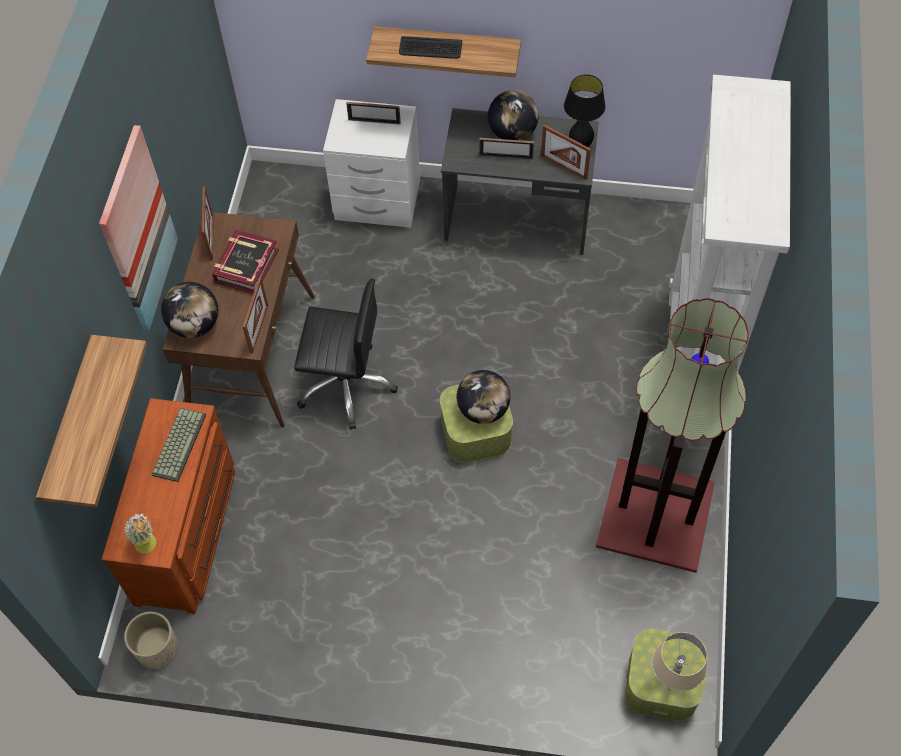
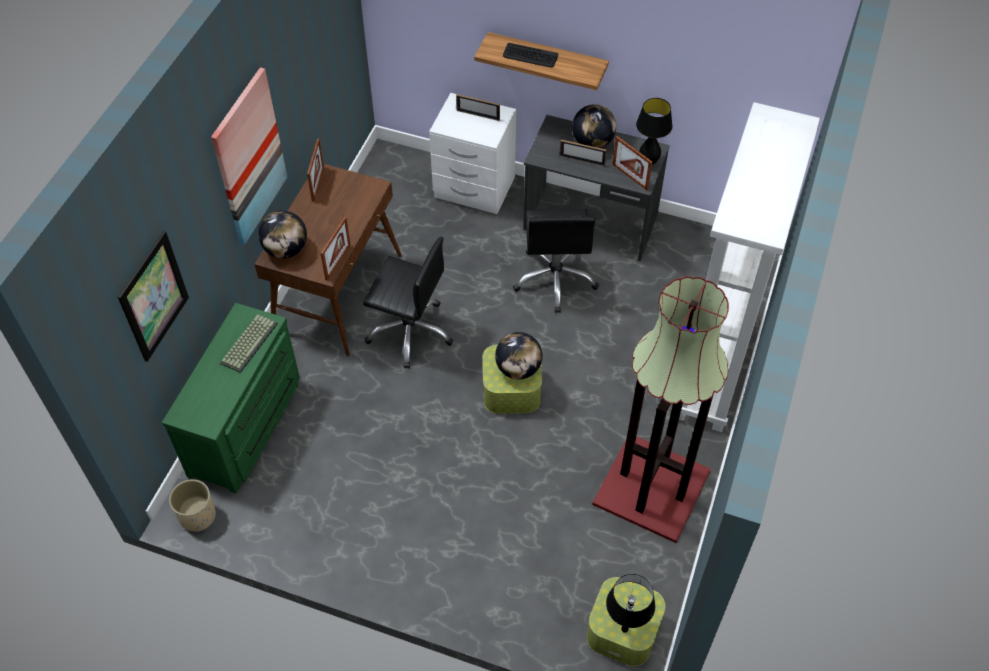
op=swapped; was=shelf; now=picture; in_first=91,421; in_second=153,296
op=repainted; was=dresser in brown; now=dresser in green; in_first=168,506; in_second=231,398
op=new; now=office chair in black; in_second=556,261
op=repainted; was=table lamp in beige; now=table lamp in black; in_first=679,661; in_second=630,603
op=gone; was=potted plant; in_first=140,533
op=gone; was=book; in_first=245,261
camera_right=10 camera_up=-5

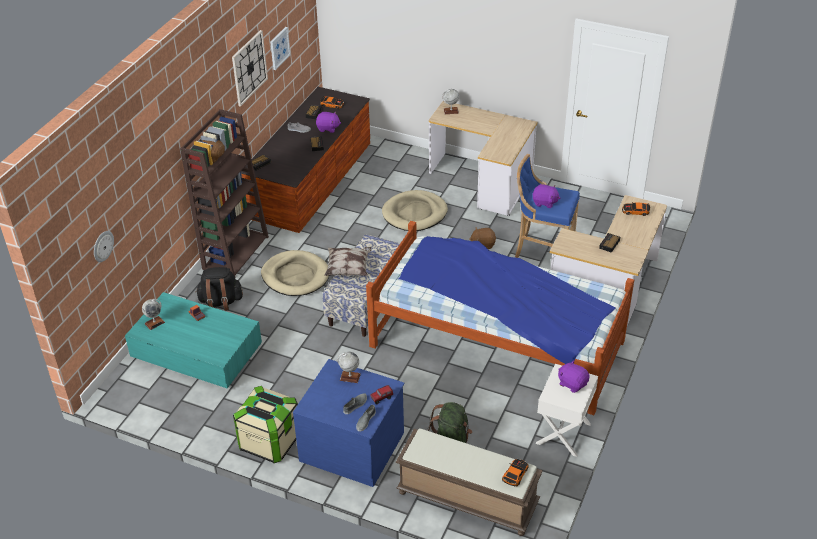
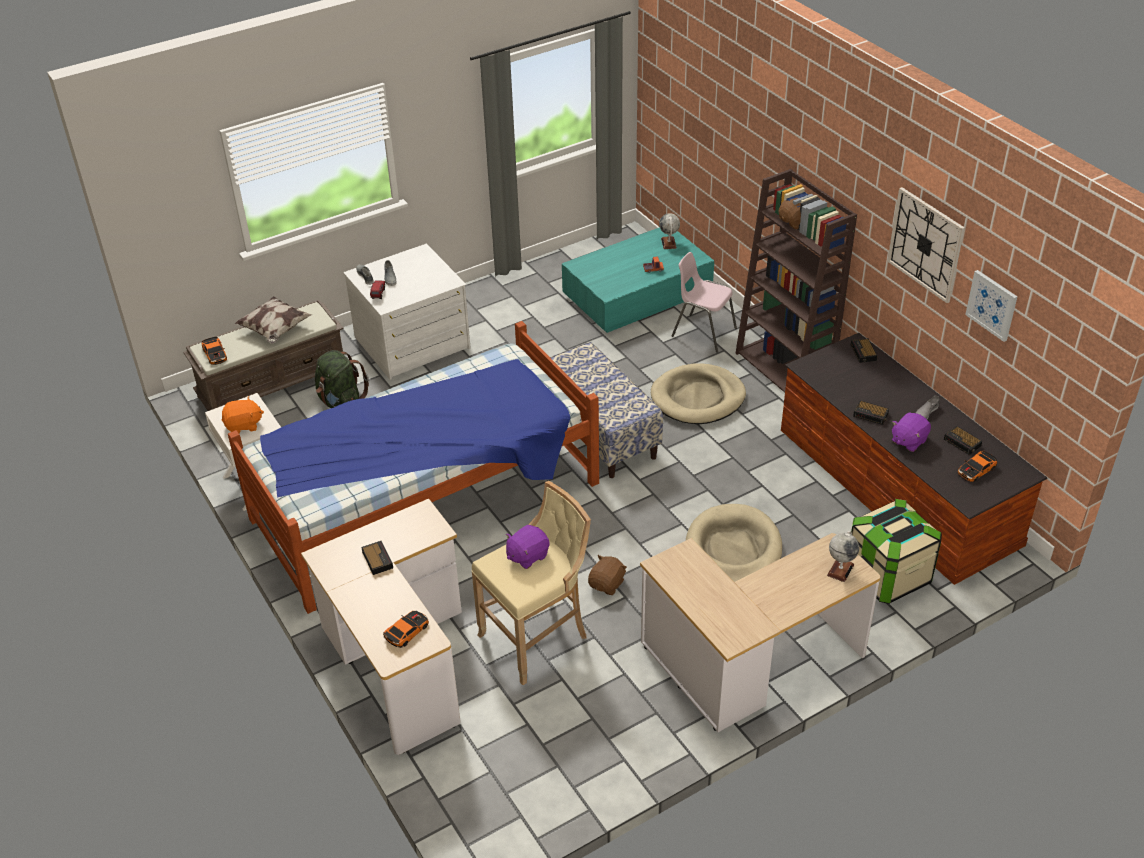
op=repainted; was=plush toy in purple; now=plush toy in orange; in_first=574,376; in_second=243,415
op=shifted; was=pillow; in_first=348,261; in_second=273,320
op=repainted; was=dresser in blue; now=dresser in white; in_first=349,423; in_second=407,312
op=repainted; was=stool in blue; now=stool in beige; in_first=547,206; in_second=531,583
op=swapped; was=backpack in black; now=chair in pink; in_first=219,289; in_second=704,302
op=shifted; was=storage box; in_first=265,424; in_second=896,551
op=gone; was=wall clock; in_first=104,246
op=gone; was=globe; in_first=349,367
camera_right=125 camera_up=0

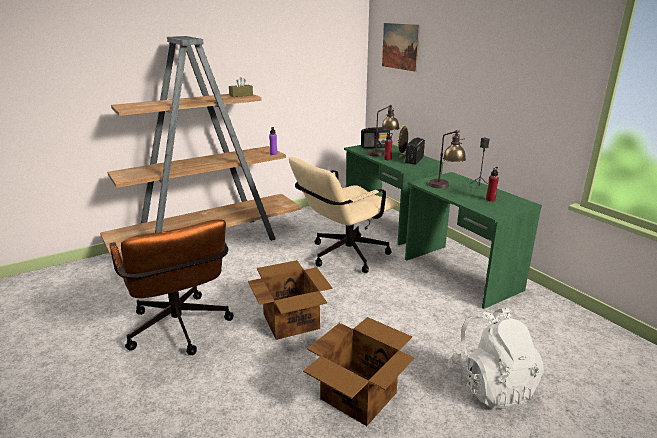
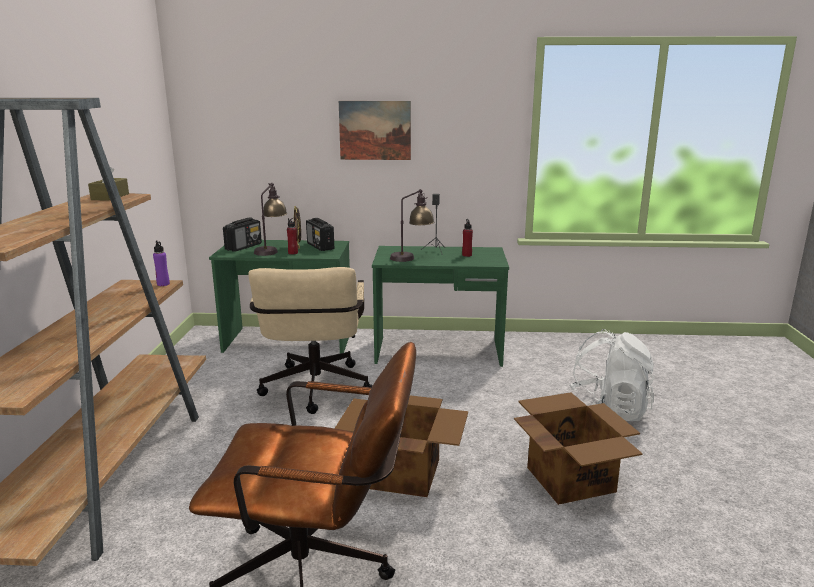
op=shifted; was=picture; in_first=401,47; in_second=375,130
camera_right=-55 camera_up=-5

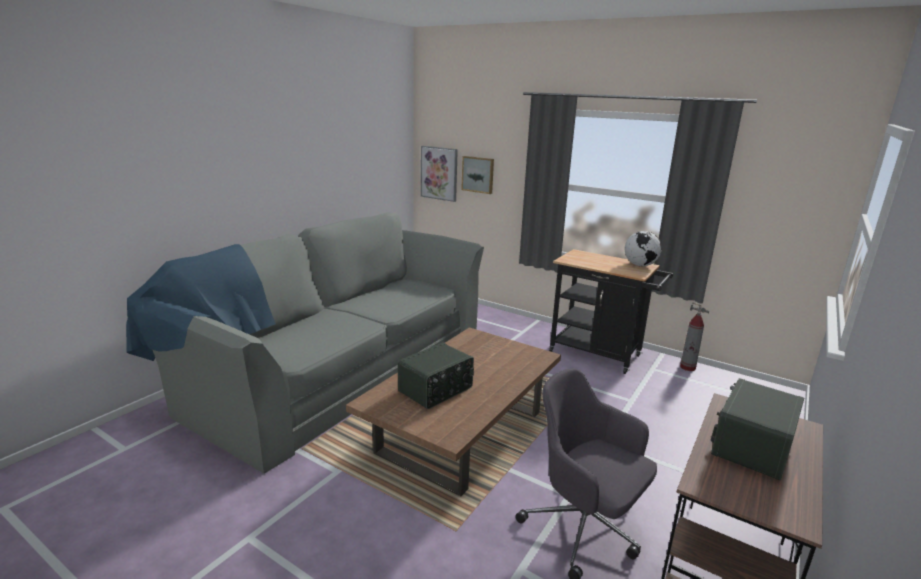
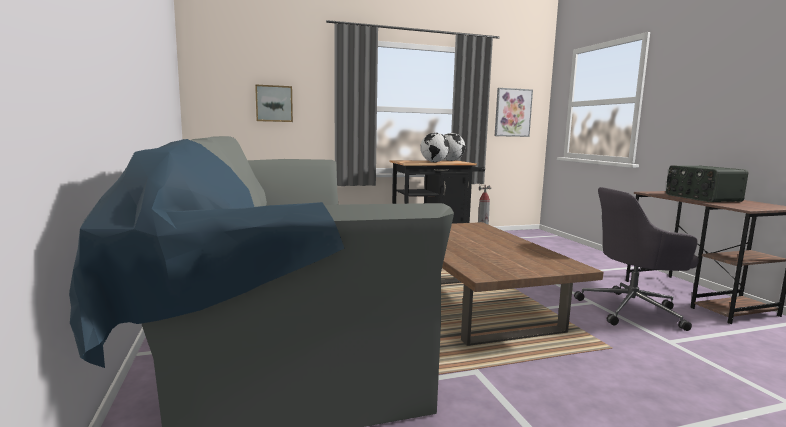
op=new; now=globe; in_second=435,147
op=shifted; was=picture; in_first=439,174; in_second=514,112
op=gone; was=radio; in_first=436,376
camera_right=-50 camera_up=-10

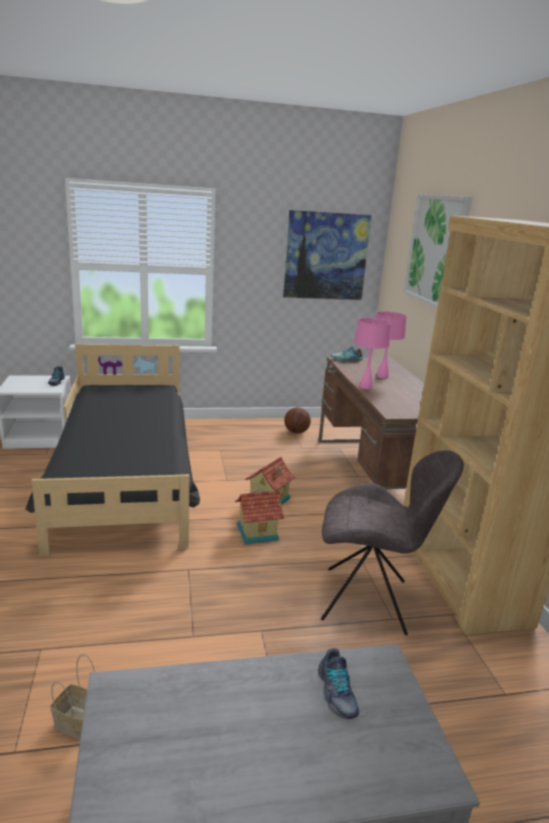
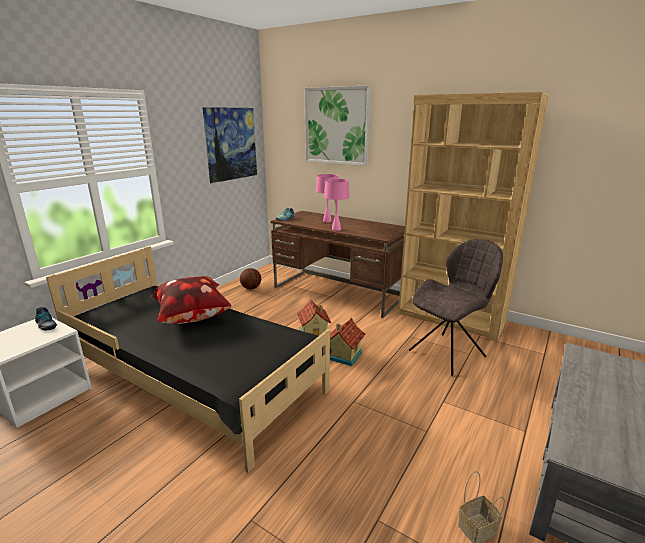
op=new; now=pillow; in_second=191,300
op=gone; was=shoe; in_first=338,683
camera_right=-45 camera_up=0

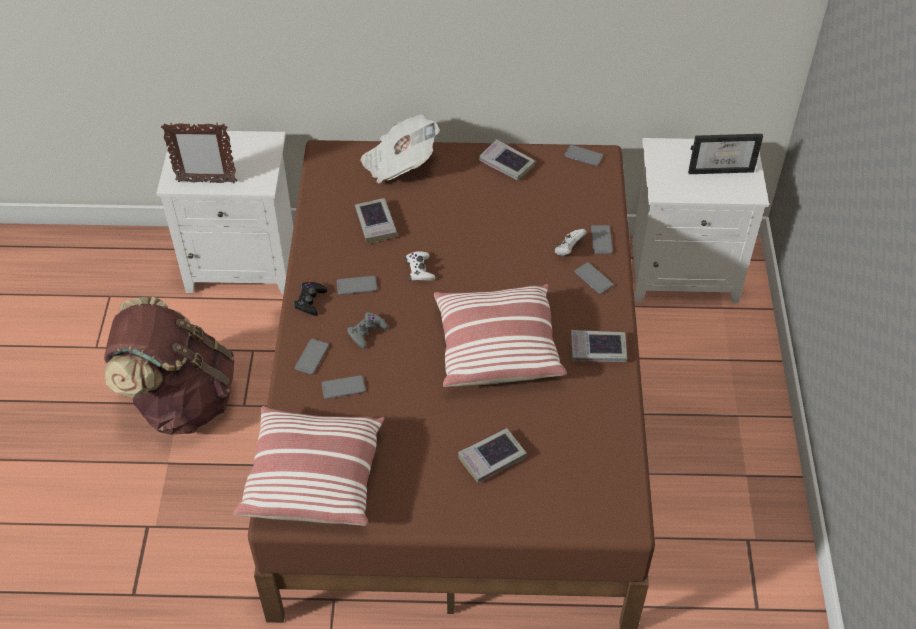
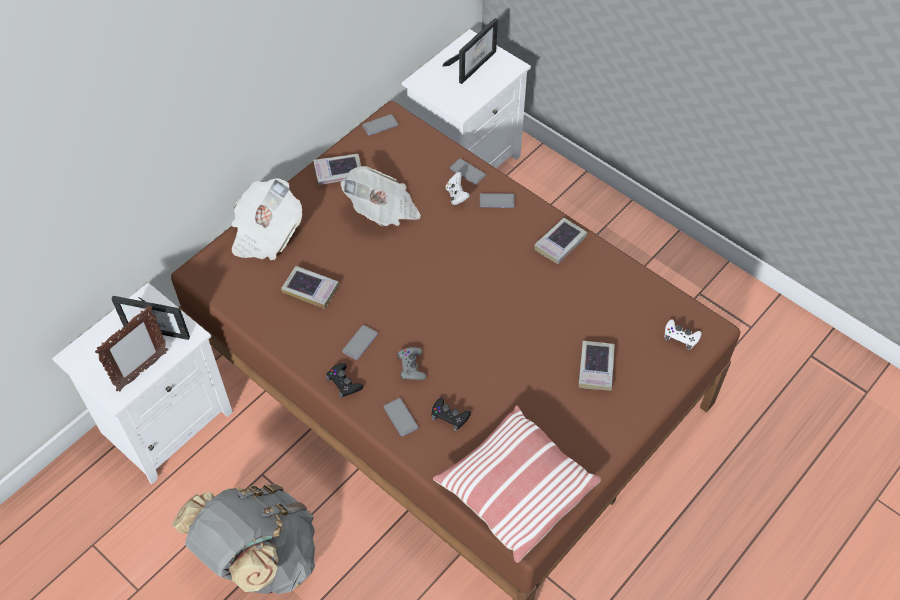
op=new; now=picture frame; in_second=150,318
op=repainted; was=backpack in brown; now=backpack in grey; in_first=169,366; in_second=243,539
op=new; now=newspaper; in_second=381,196
op=swapped; was=phone; now=game controller in black; in_first=343,387; in_second=451,414
op=shifted; was=game controller in white; in_first=420,266; in_second=683,334
op=gone; was=pillow; in_first=500,335
camera_right=-50 camera_up=5

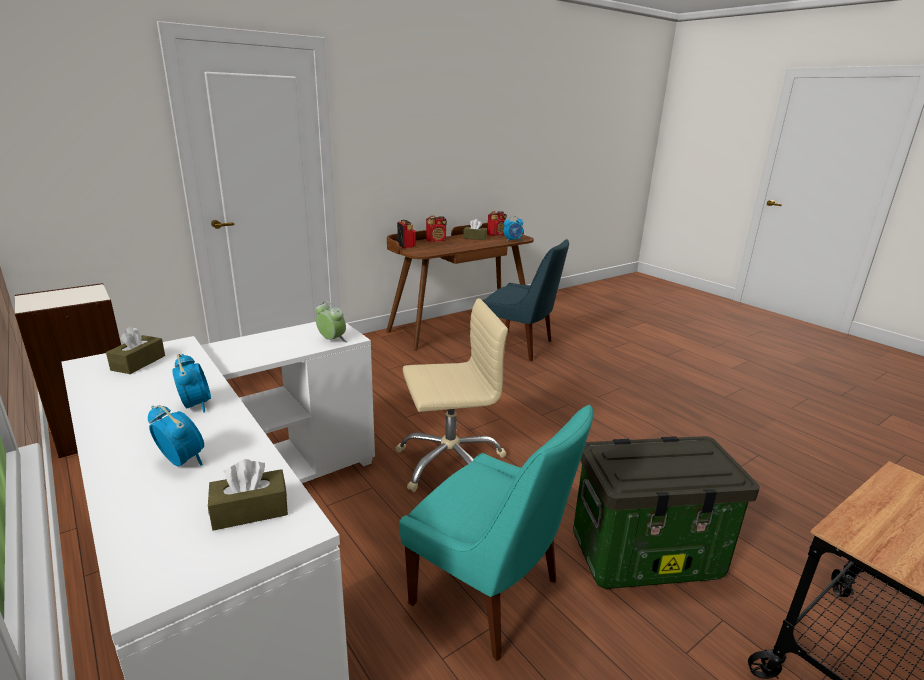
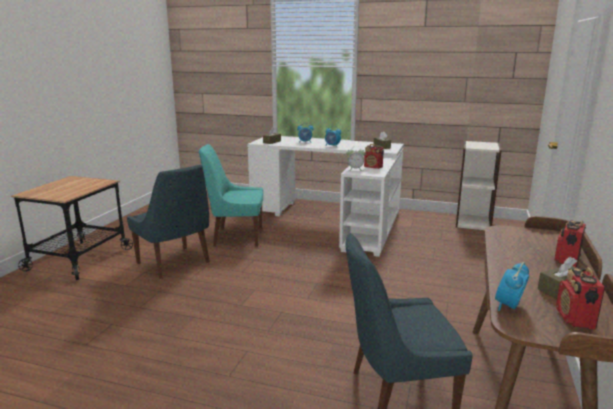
op=swapped; was=storage box; now=chair in blue; in_first=666,512; in_second=168,221
op=shifted; was=radio; in_first=406,234; in_second=374,156
op=gone; was=office chair in beige; in_first=452,395
camera_right=145 camera_up=-5

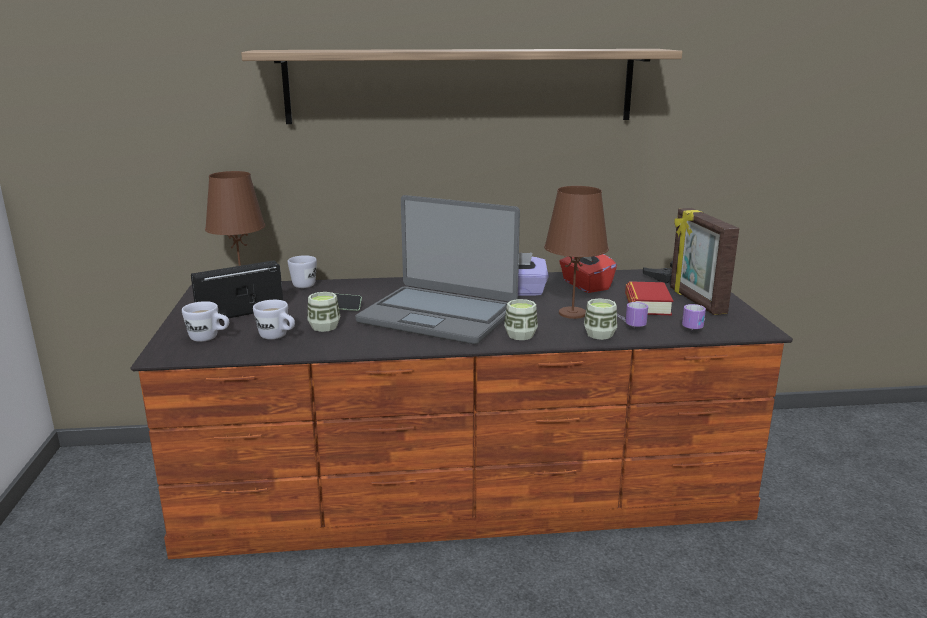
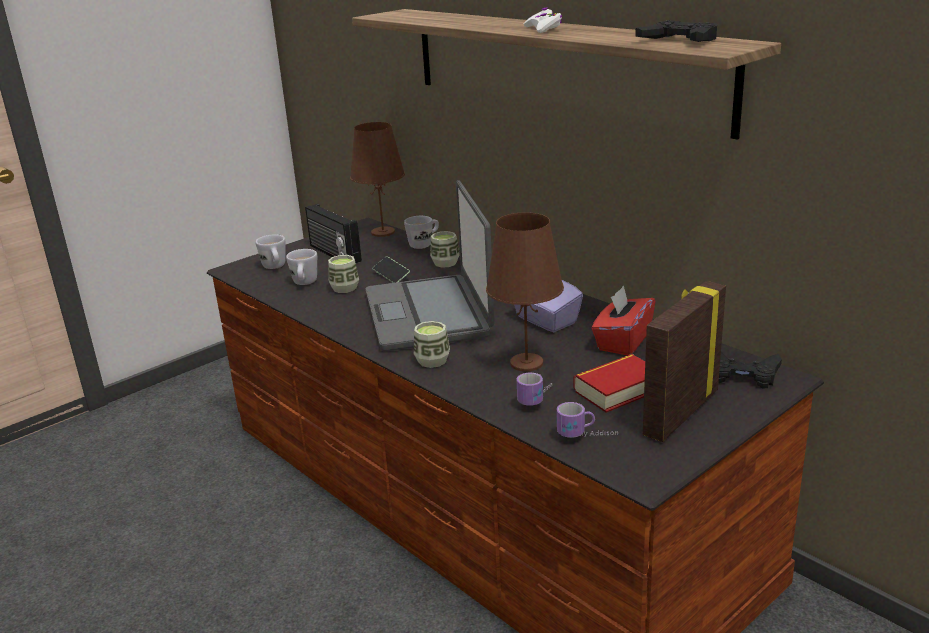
op=rotated; was=radio; in_first=237,290; in_second=333,233; clockwise=-150
op=shifted; was=cup; in_first=600,319; in_second=445,249
op=new; now=game controller in white; in_second=543,20
op=new; now=game controller in black; in_second=676,31
camera_right=55 camera_up=5

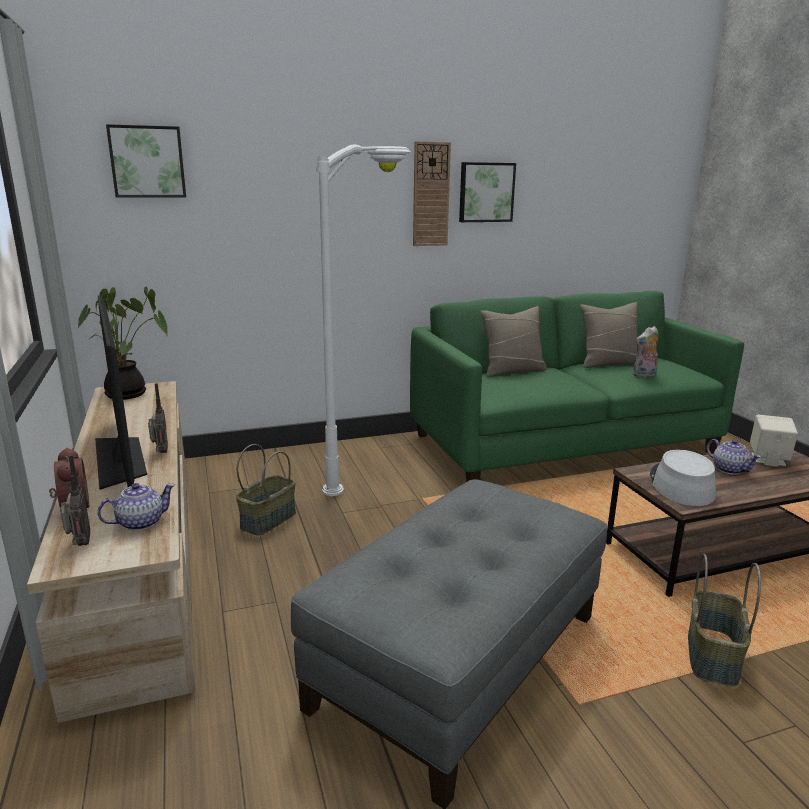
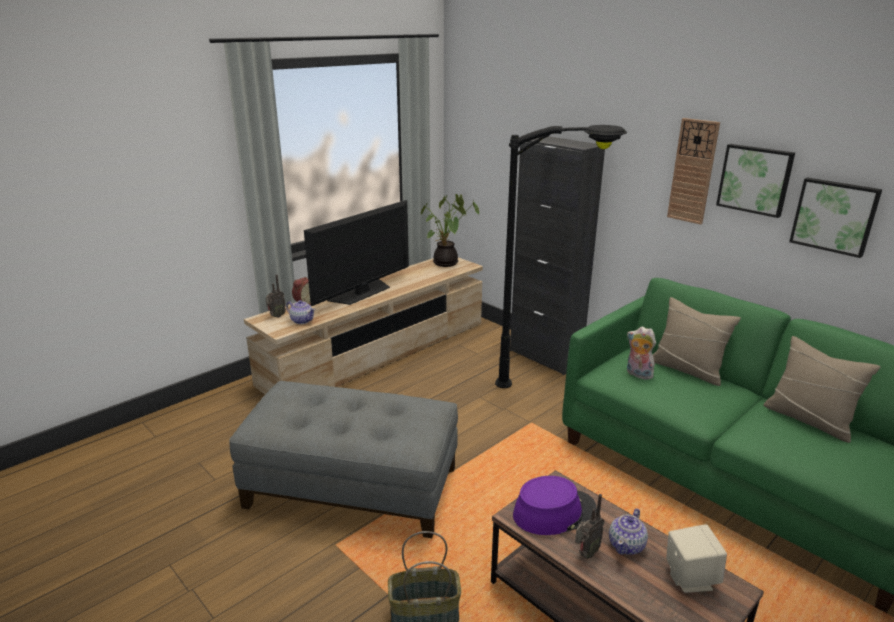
op=repainted; was=floor lamp in white; now=floor lamp in black; in_first=363,320; in_second=561,256
op=new; now=cabinet in black; in_second=557,255
op=repainted; was=hat in grey; now=hat in purple; in_first=683,478; in_second=555,505
op=shifted; was=radio; in_first=158,418; in_second=589,526
op=shifted; was=plush toy; in_first=646,351; in_second=642,352
op=shifted; was=picture; in_first=146,161; in_second=835,218
op=gone; was=basket; in_first=266,489
camera_right=65 camera_up=5

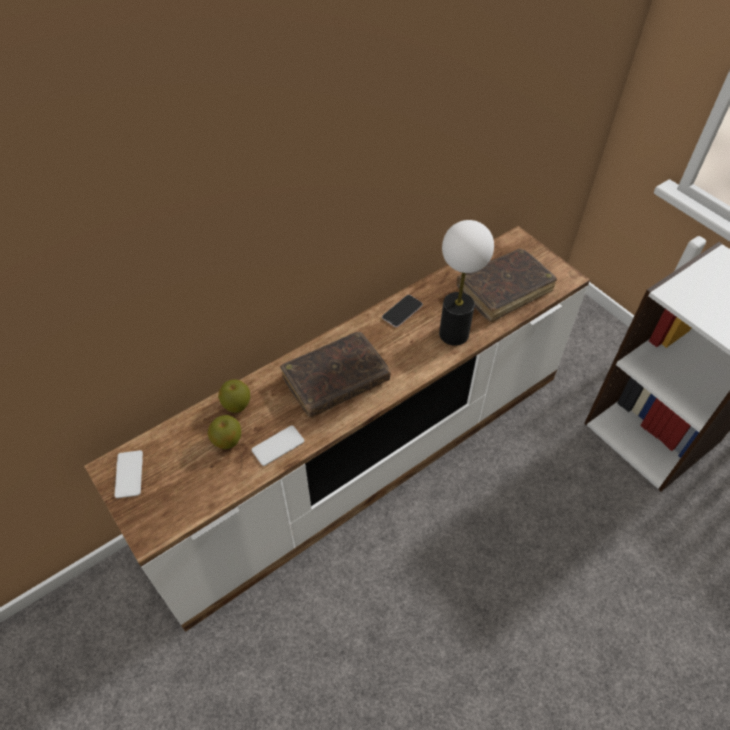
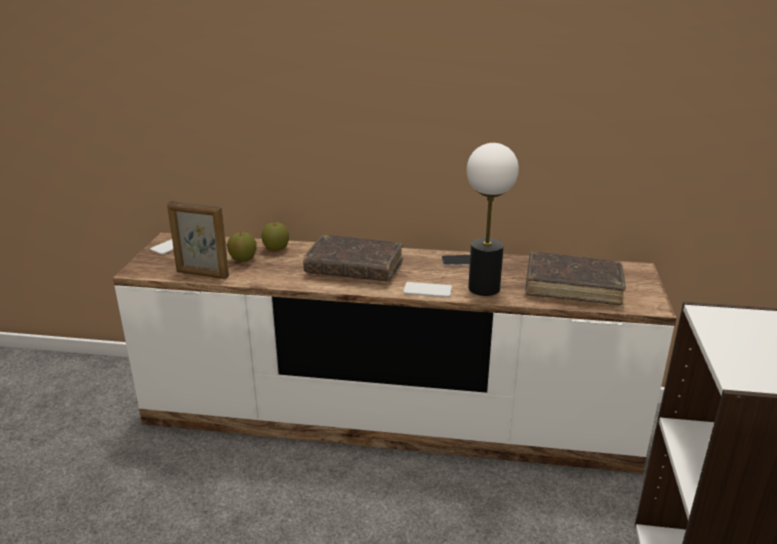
op=new; now=picture frame; in_second=198,240
op=shifted; was=phone; in_first=278,446; in_second=427,289
camera_right=45 camera_up=-25

